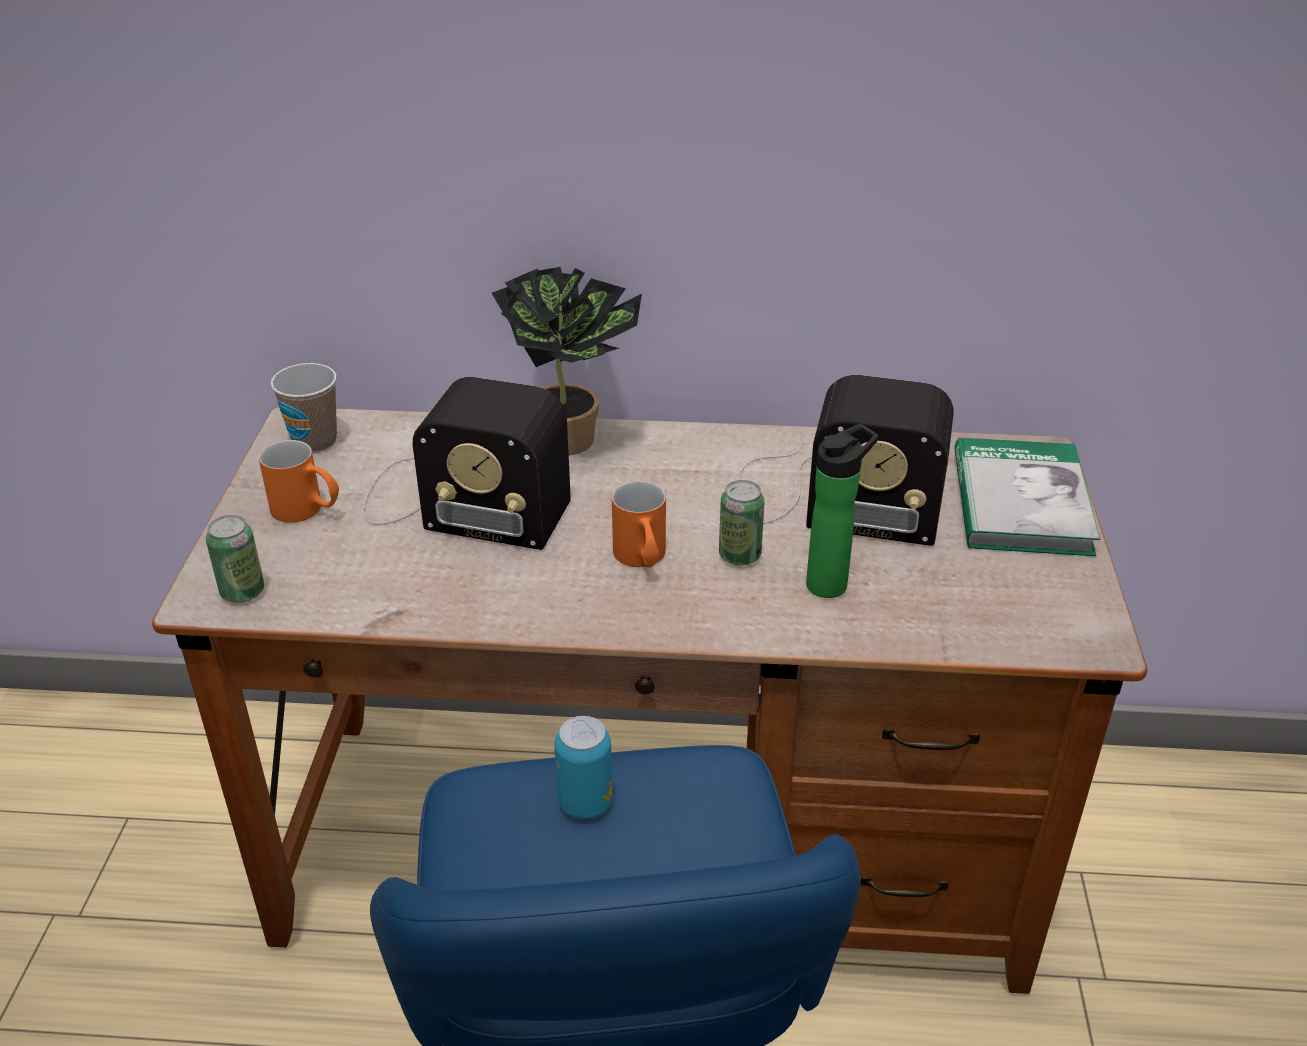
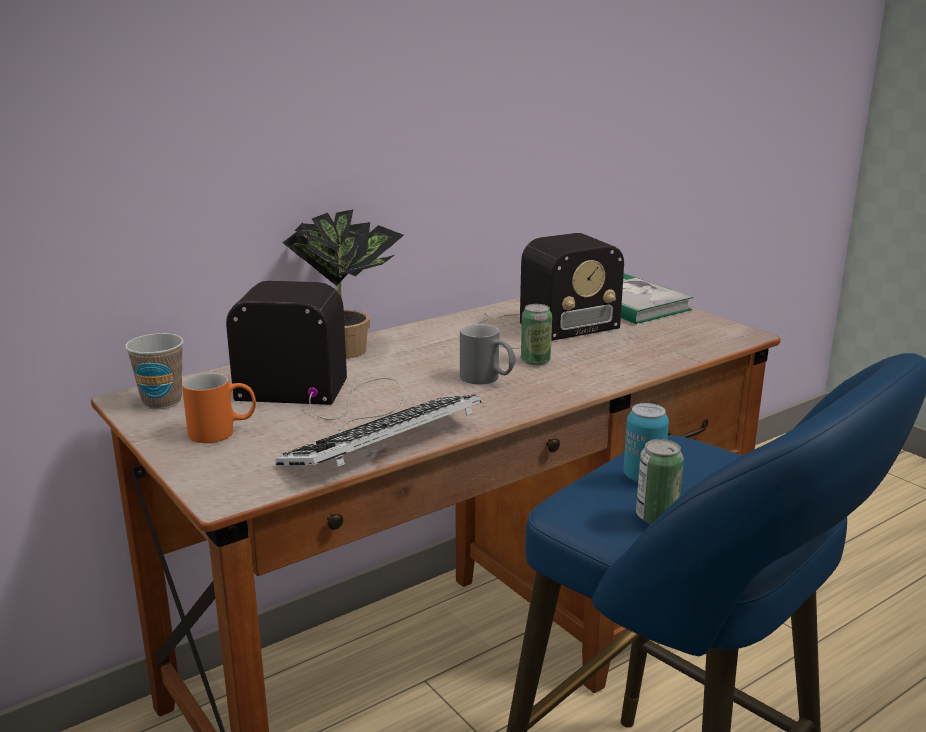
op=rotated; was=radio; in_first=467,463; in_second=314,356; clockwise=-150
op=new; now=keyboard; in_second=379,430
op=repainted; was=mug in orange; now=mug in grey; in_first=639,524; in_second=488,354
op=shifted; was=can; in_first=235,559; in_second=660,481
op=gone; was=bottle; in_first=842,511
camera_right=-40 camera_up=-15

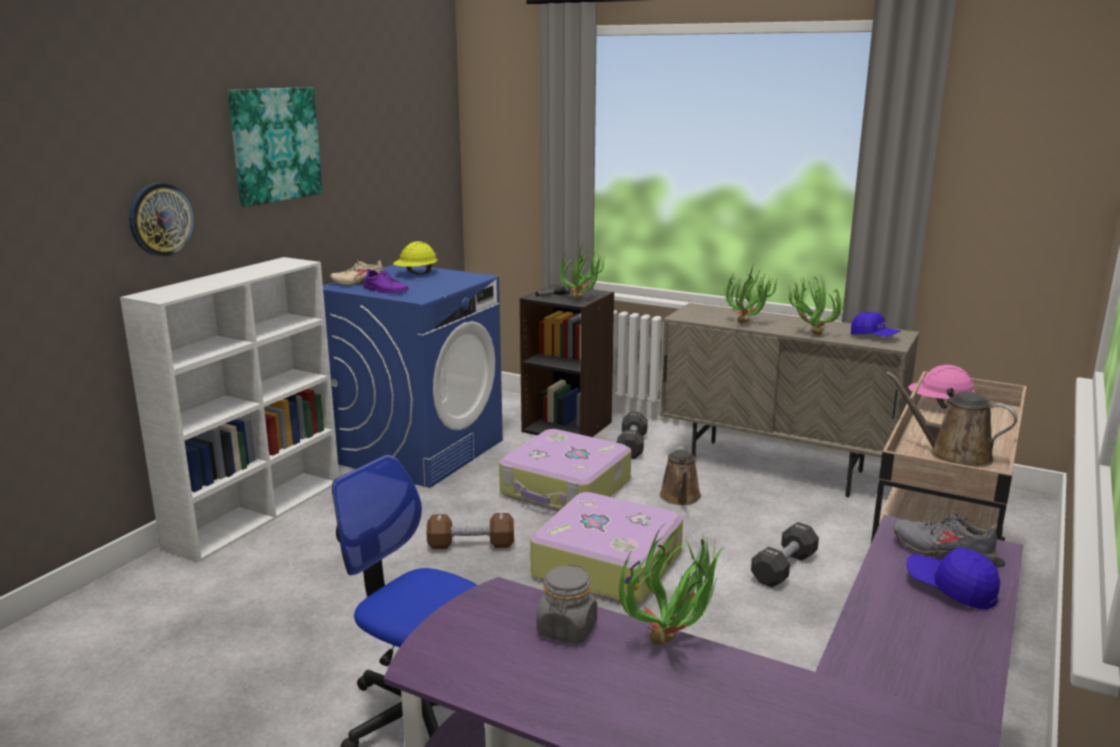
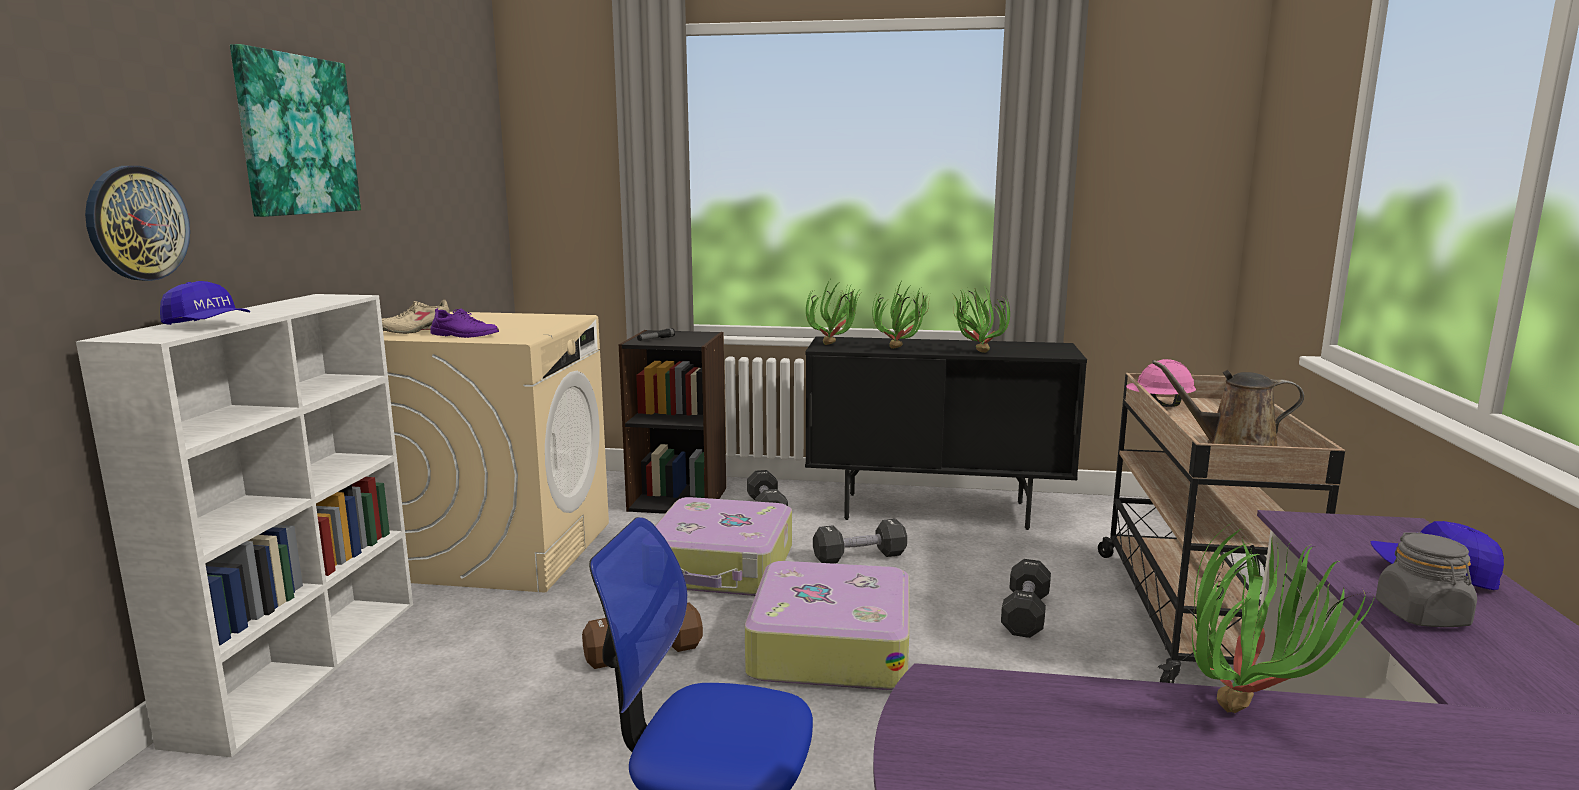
op=shifted; was=cap in blue; in_first=876,324; in_second=205,303
op=repainted; was=washing machine in blue; now=washing machine in beige; in_first=413,376; in_second=496,452
op=repainted; was=cabinet in beige; now=cabinet in black; in_first=789,400; in_second=946,433
op=shifted; was=potted plant; in_first=581,272; in_second=833,312
op=swapped; was=watering can in brown; now=dumbbell in black; in_first=680,475; in_second=860,541
op=shifted; was=jar in grey; in_first=566,604; in_second=1426,579
op=gone; was=hard hat in yellow; in_first=415,258
op=gone; was=shoe in grey; in_first=945,538
camera_right=-20 camera_up=-5

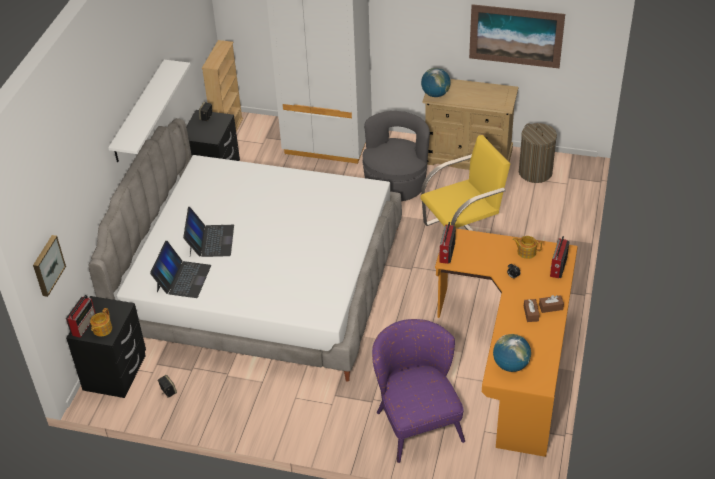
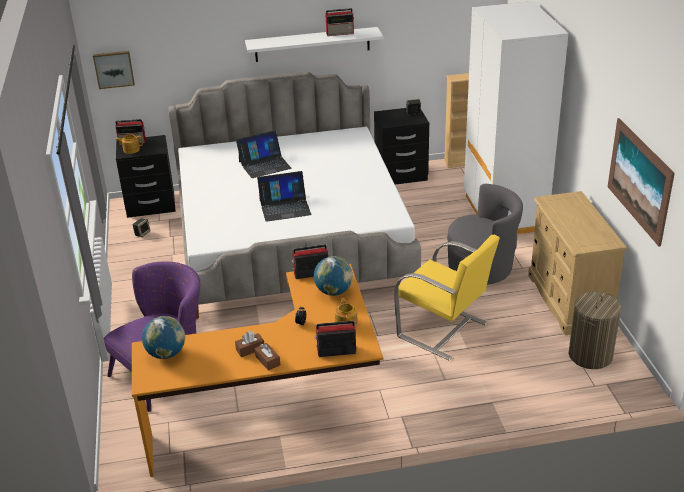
op=shifted; was=laptop; in_first=180,269; in_second=284,196
op=shifted; was=globe; in_first=436,82; in_second=333,276
op=new; now=radio; in_second=339,22
camera_right=65 camera_up=-10

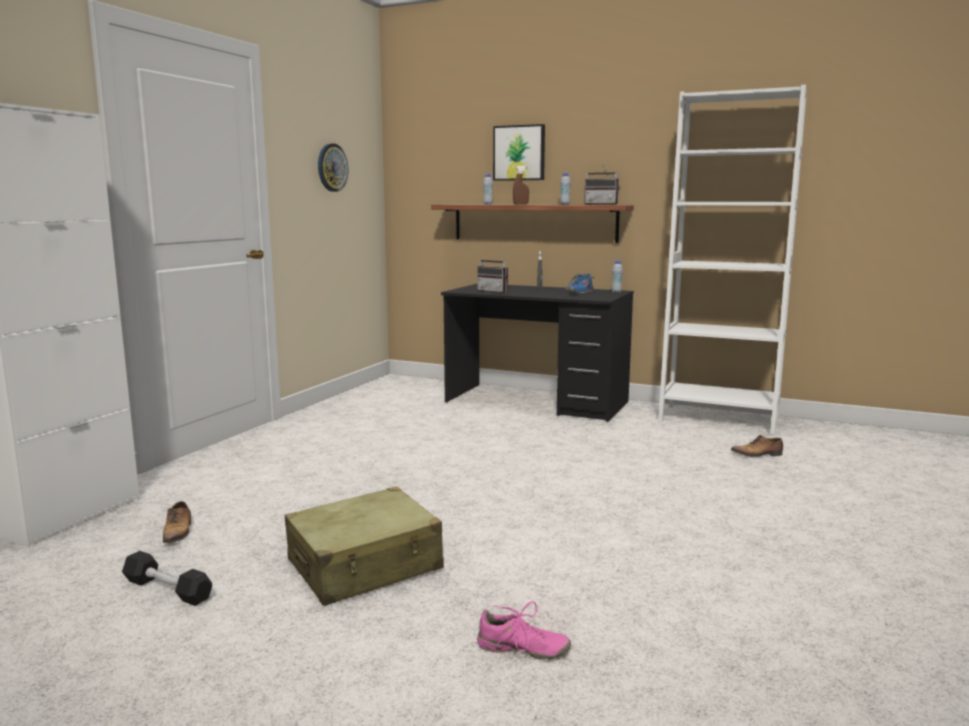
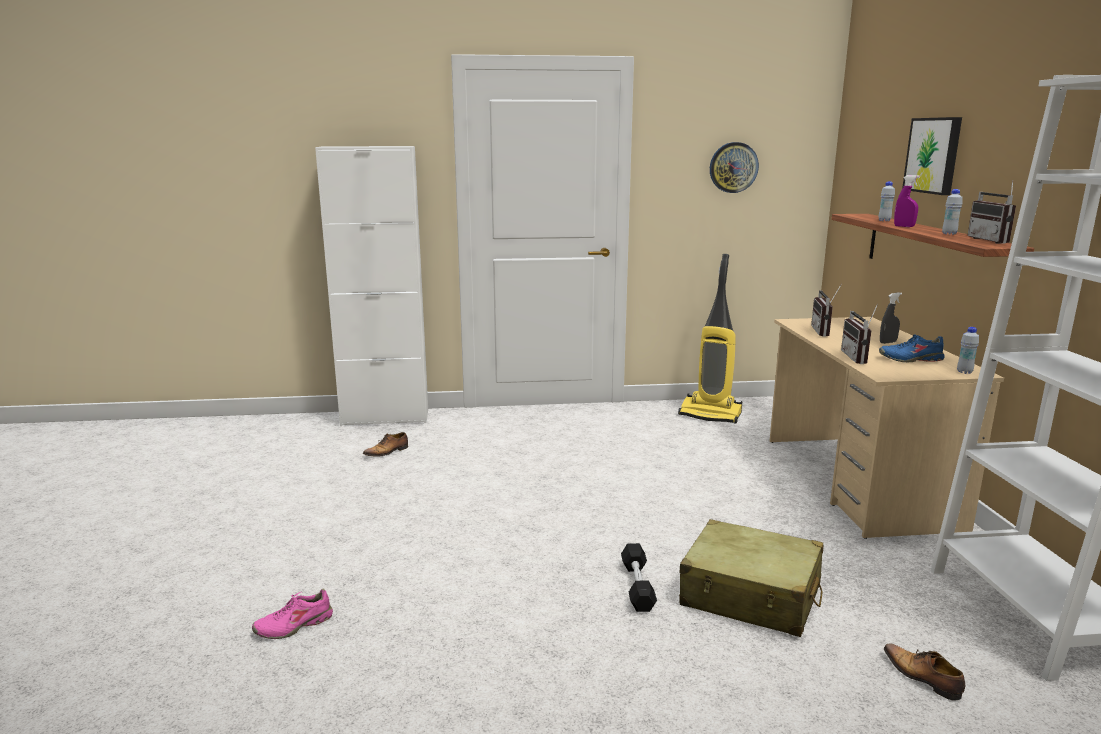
op=rotated; was=shoe in pink; in_first=524,630; in_second=292,614; clockwise=75
op=shifted; was=dumbbell in black; in_first=167,578; in_second=639,577
op=new; now=vacuum cleaner; in_second=710,339
op=shifted; was=suitcase in beige; in_first=364,546; in_second=751,578
op=repainted; was=desk in black; now=desk in beige; in_first=537,353; in_second=887,428
op=new; now=radio; in_second=859,333
op=repainted; was=spray bottle in brown; now=spray bottle in purple; in_first=521,185; in_second=907,201
camera_right=60 camera_up=5

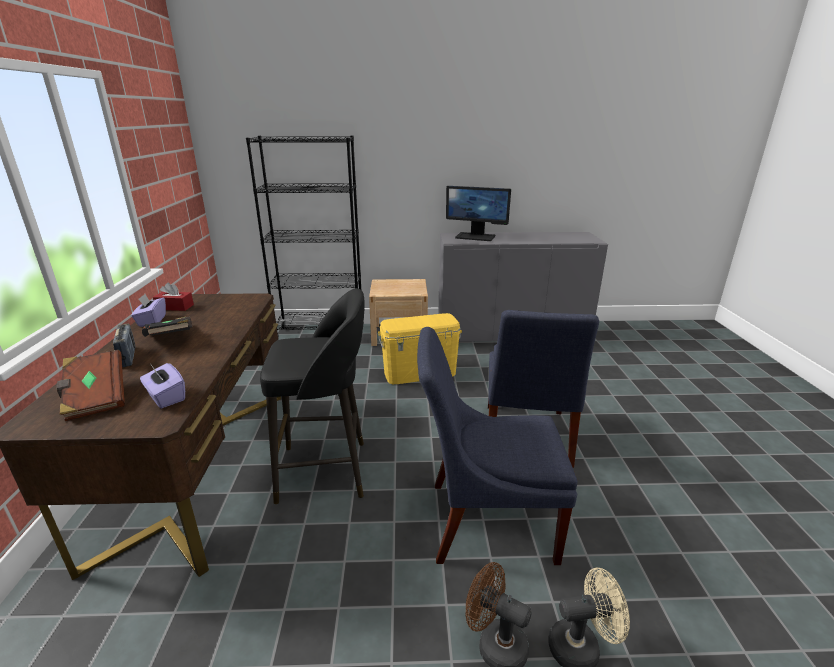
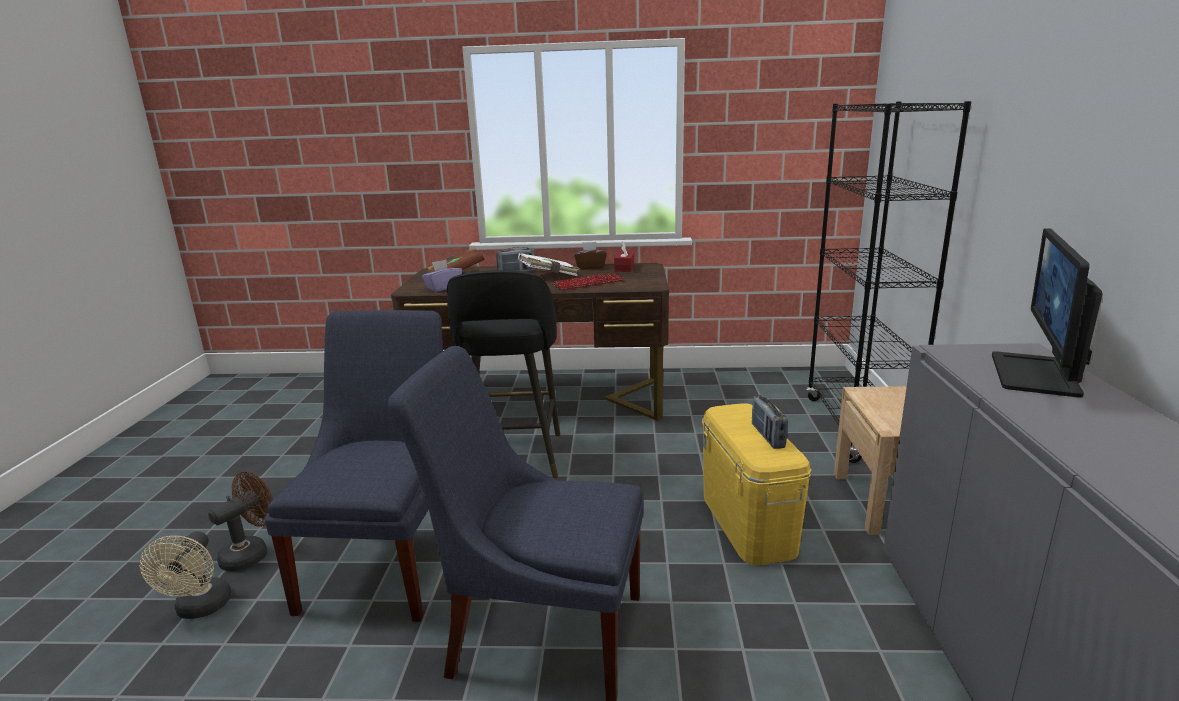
op=repainted; was=book in black; now=book in white; in_first=167,326; in_second=549,264
op=new; now=keyboard; in_second=588,282
op=repainted; was=tissue box in purple; now=tissue box in brown; in_first=148,310; in_second=590,255
op=new; now=radio; in_second=770,422
camera_right=95 camera_up=-5

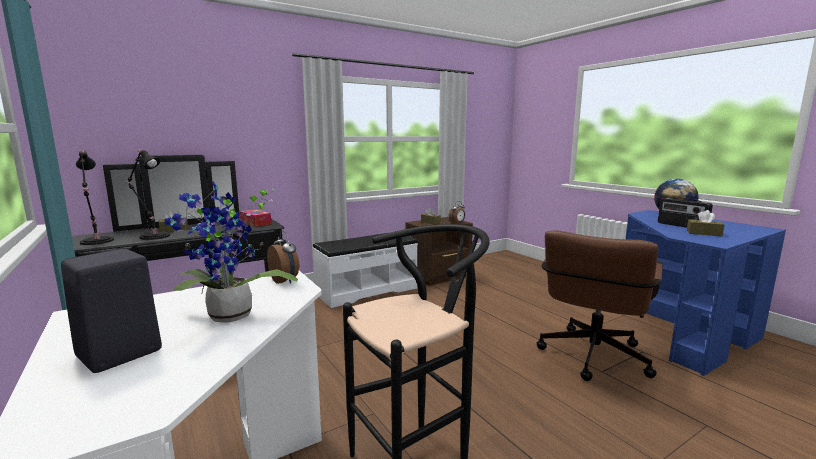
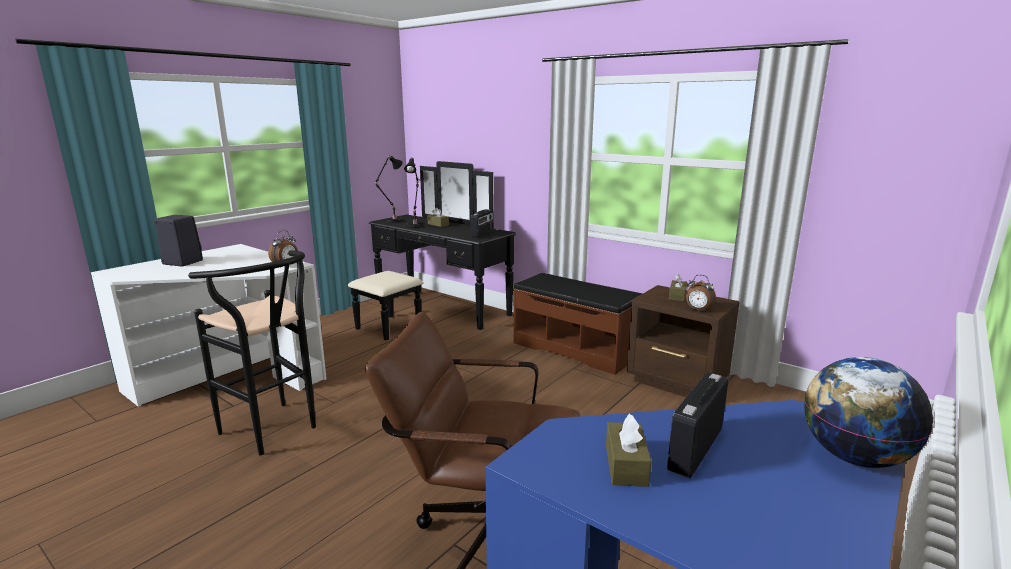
op=swapped; was=tissue box; now=radio; in_first=255,218; in_second=482,223
op=repainted; was=bench in white; now=bench in brown; in_first=365,270; in_second=578,324
op=gone; was=potted plant; in_first=231,252
camera_right=70 camera_up=5

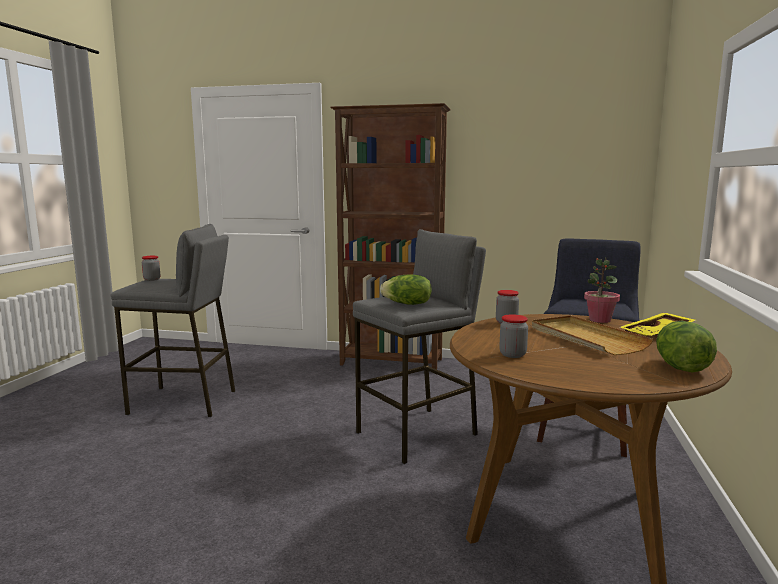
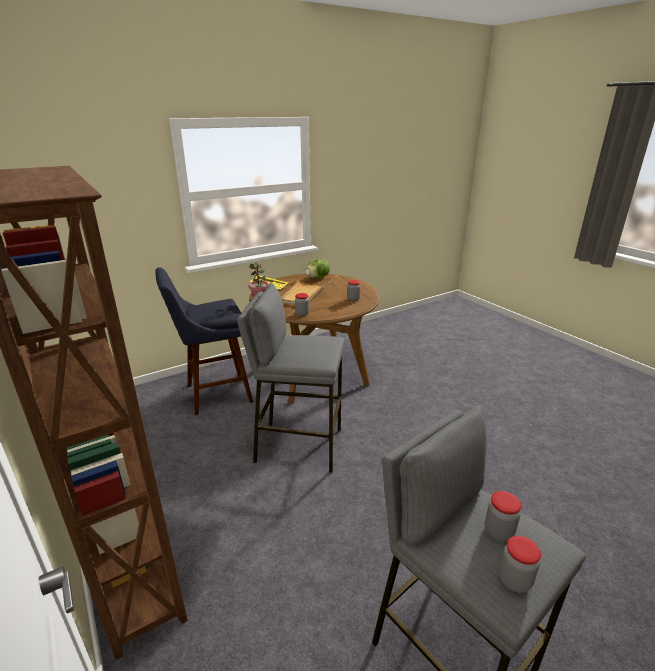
op=new; now=jar; in_second=503,516
op=gone; was=lettuce; in_first=406,289
camera_right=-135 camera_up=15

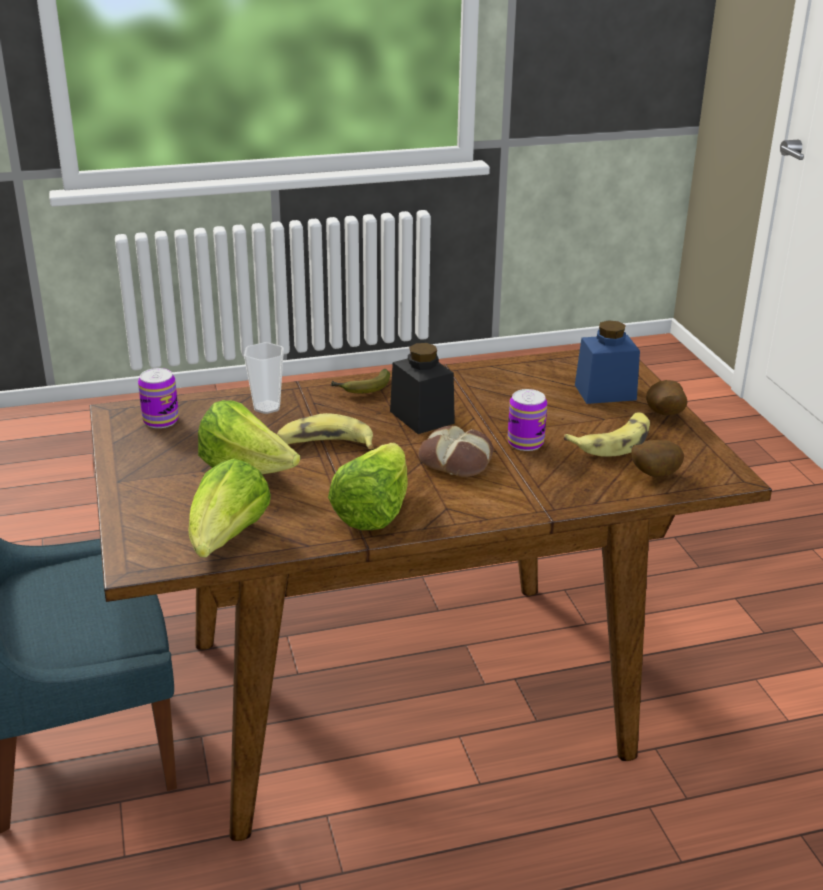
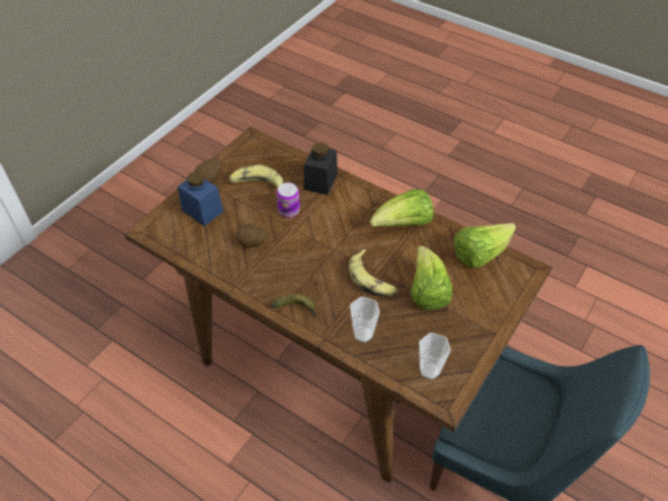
op=shifted; was=potato; in_first=657,458; in_second=252,235
op=shifted; was=jar in black; in_first=422,388; in_second=321,168
op=swapped; was=can; now=cup; in_first=158,398; in_second=435,356
op=gone; was=bread; in_first=456,451
camera_right=-130 camera_up=20

